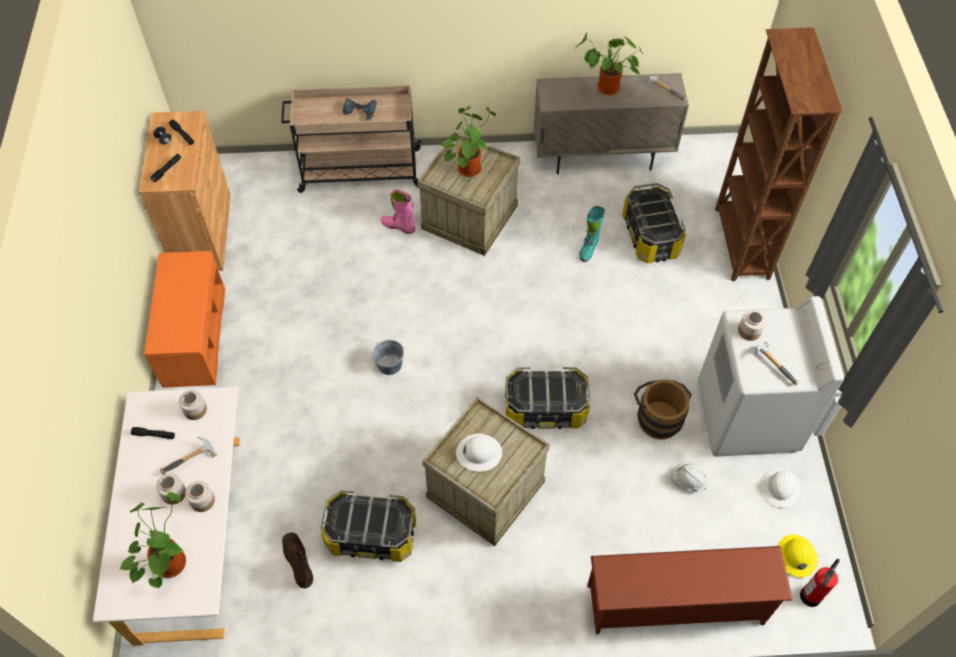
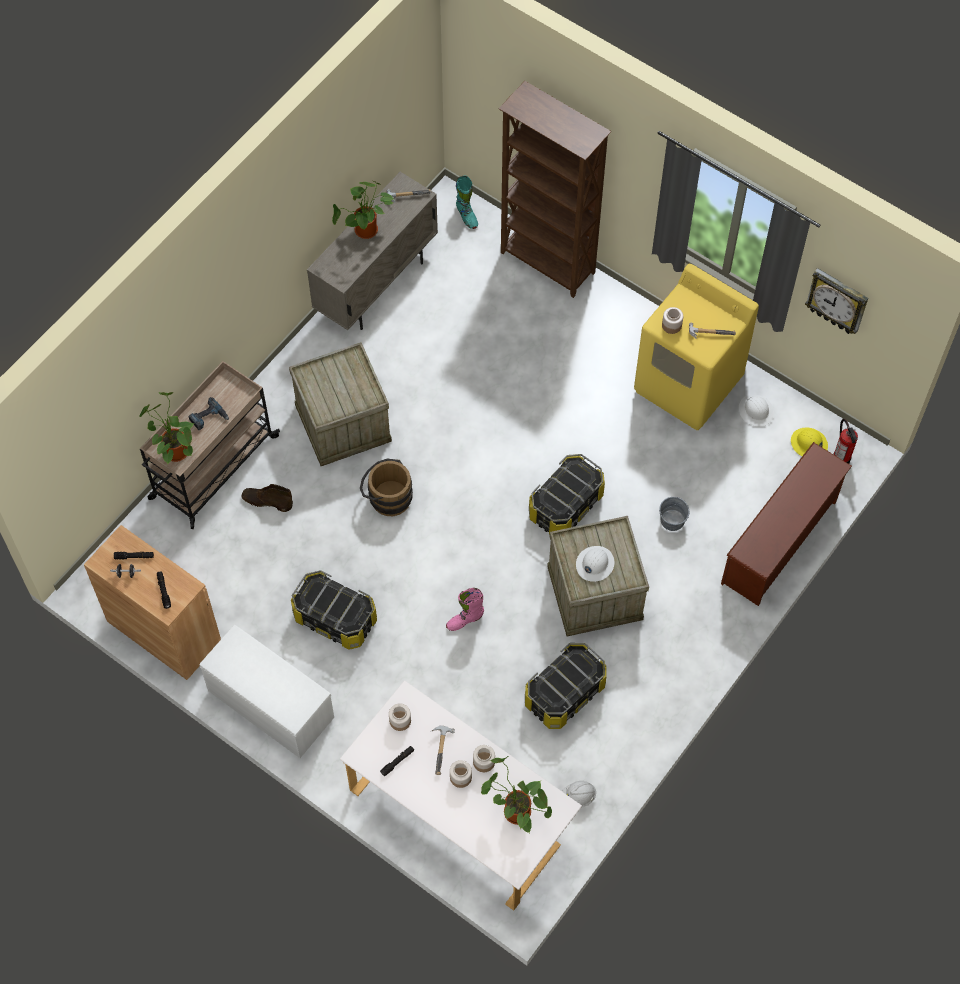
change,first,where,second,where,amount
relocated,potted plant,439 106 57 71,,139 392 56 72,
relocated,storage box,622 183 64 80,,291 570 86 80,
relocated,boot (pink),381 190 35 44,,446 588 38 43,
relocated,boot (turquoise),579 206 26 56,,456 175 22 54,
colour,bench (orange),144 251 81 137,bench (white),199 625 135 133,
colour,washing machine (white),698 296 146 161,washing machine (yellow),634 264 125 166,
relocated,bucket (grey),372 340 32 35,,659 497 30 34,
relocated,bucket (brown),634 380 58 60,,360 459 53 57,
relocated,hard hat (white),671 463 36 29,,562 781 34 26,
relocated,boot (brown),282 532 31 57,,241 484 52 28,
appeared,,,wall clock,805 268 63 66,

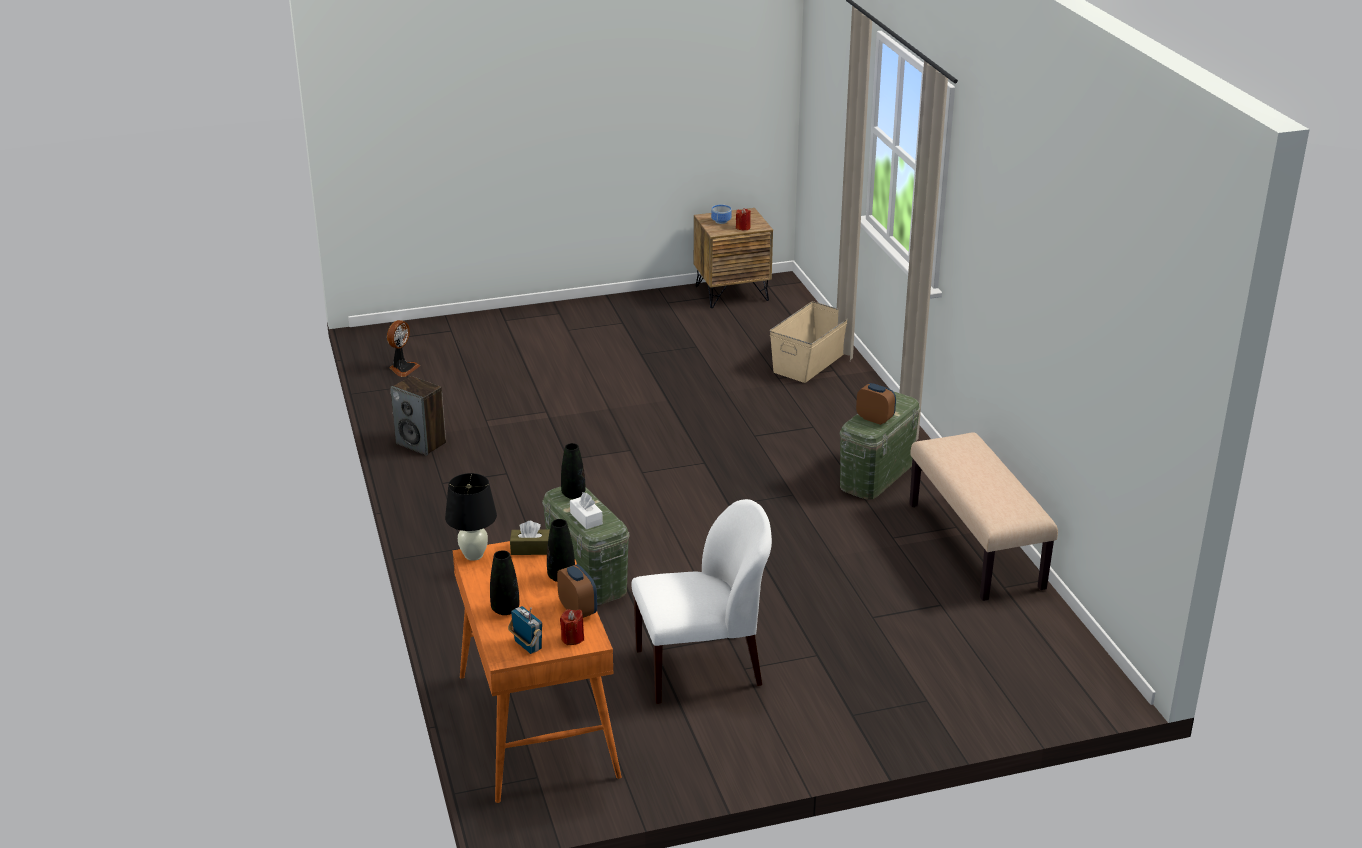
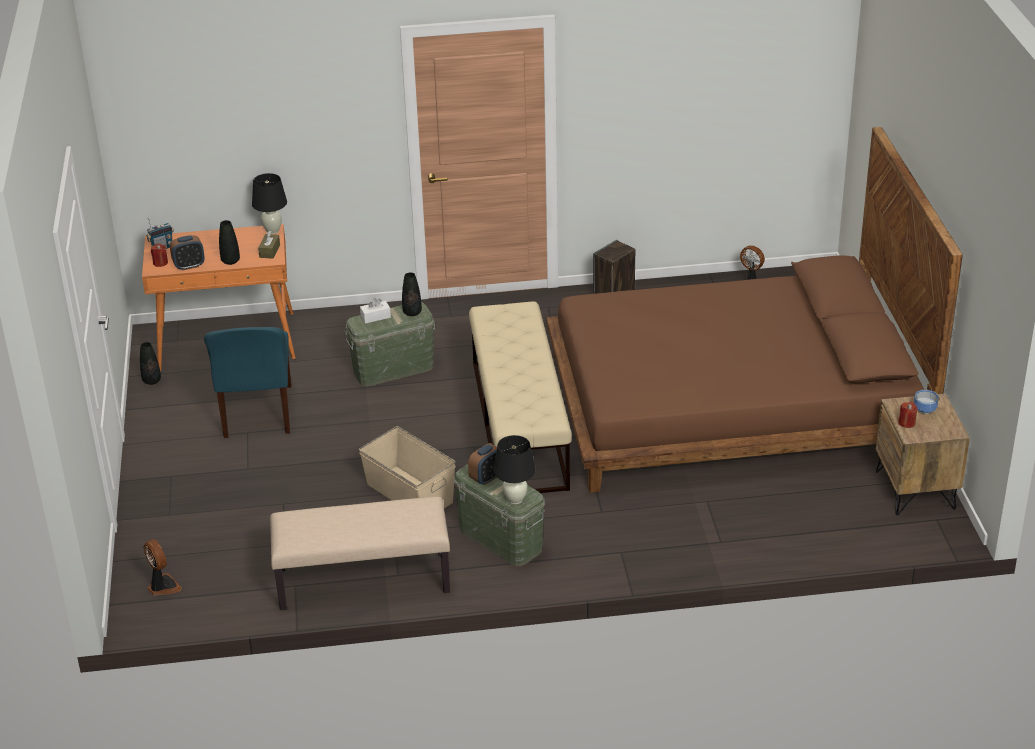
change,first,where,second,where,amount
relocated,storage box (beige),770 301 78 82,,359 426 97 82,
colour,chair (white),631 499 141 205,chair (blue),204 327 87 111,
relocated,vase (black),490 550 29 65,,140 342 21 43,
appeared,,,bed (brown),547 127 416 366,
appeared,,,bench (beige),469 302 103 191,
appeared,,,table lamp (black),494 435 41 69,
appeared,,,fan,144 539 38 57,

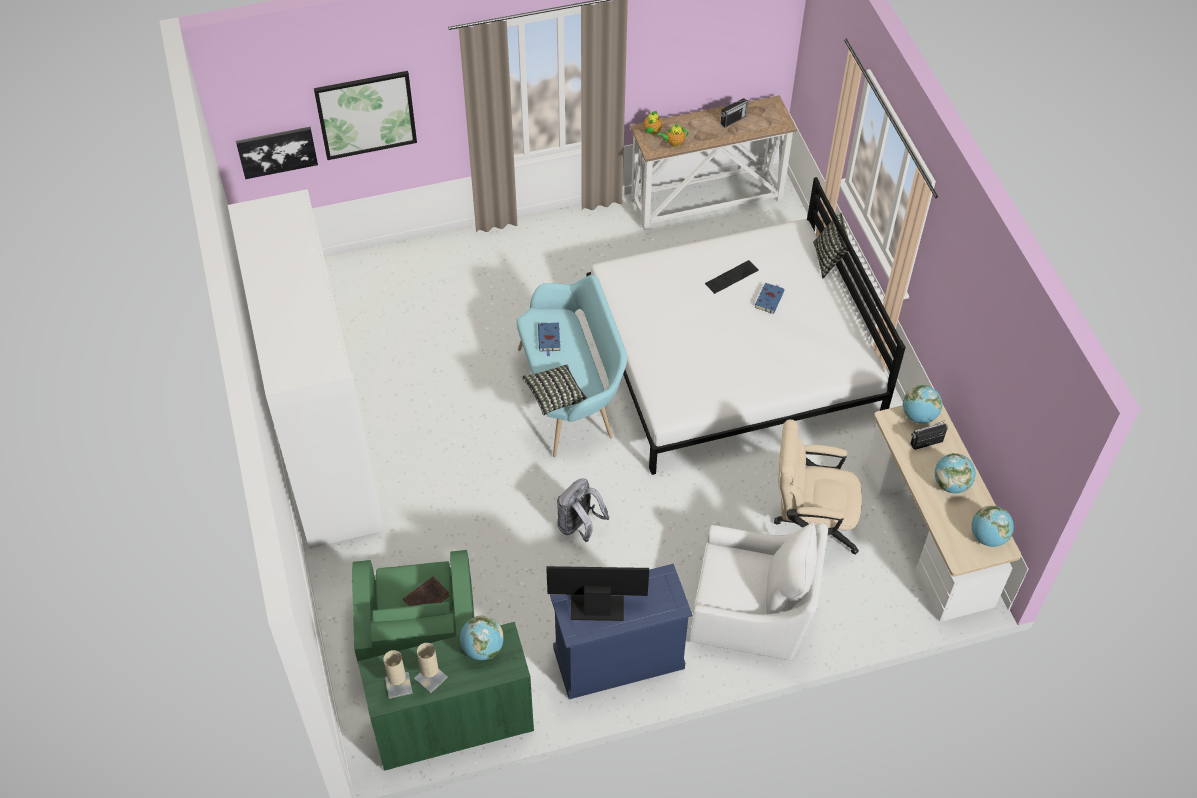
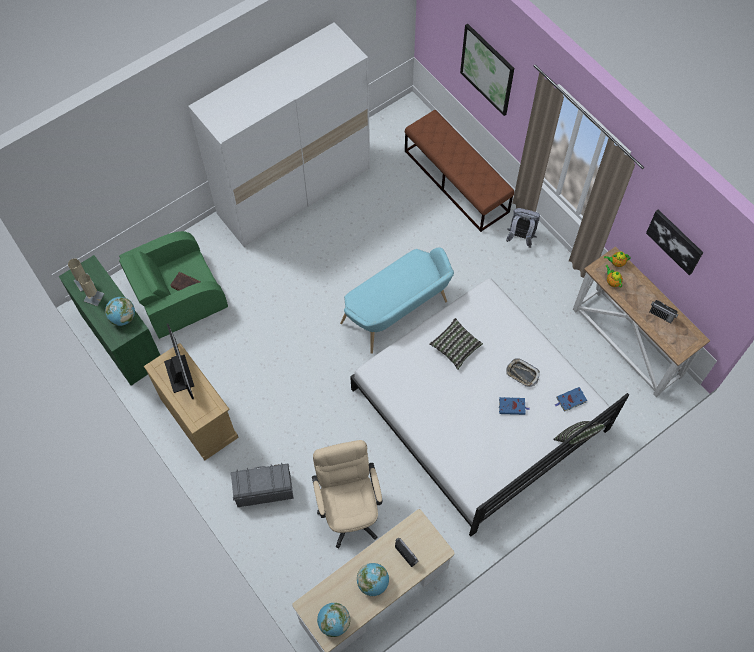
change,first,where,second,where,amount
relocated,picture,236 127 82 52,,646 209 57 66,
exchanged,keyboard,705 260 54 34,tray,506 358 34 29,
relocated,book (blue),538 323 22 34,,555 387 32 25,
relocated,pillow,522 364 65 51,,429 318 54 52,
missing,globe,903 385 39 39,,,
relocated,backpack (grey),557 478 53 64,,506 208 34 40,
exchanged,armchair (white),690 521 138 139,storage box (grey),230 463 63 44,
colour,dresser (blue),550 564 142 135,dresser (beige),144 343 95 117,
appeared,,,bench (brown),405 110 109 122,

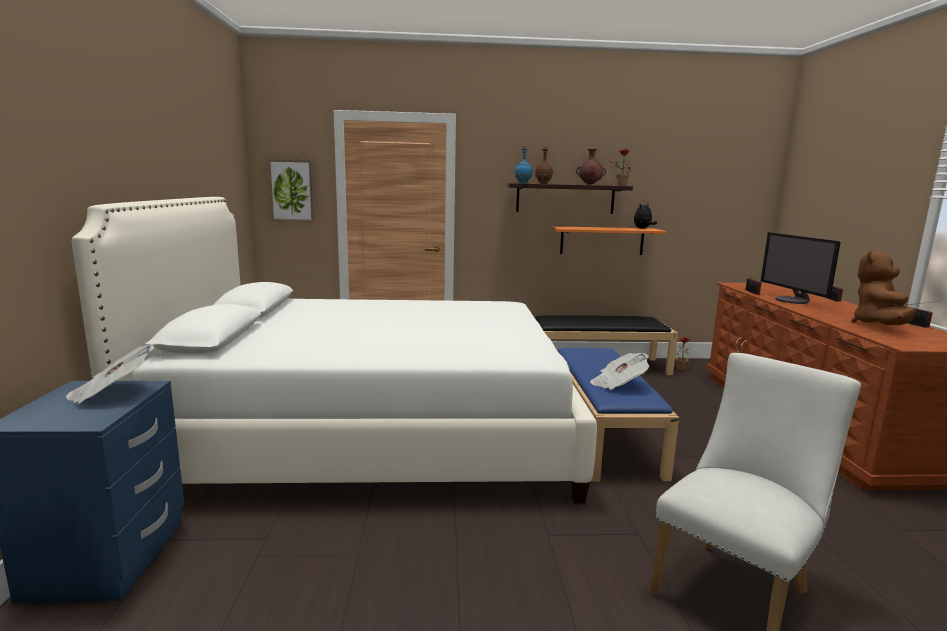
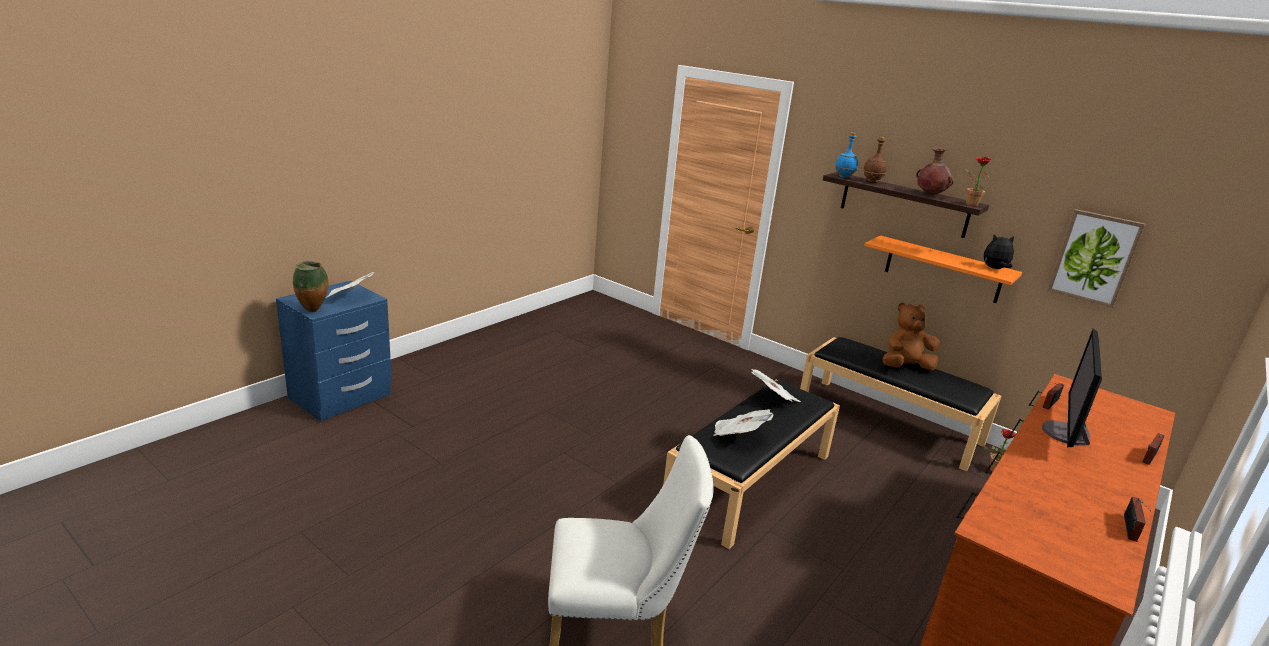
change,first,where,second,where,amount
relocated,picture,268 159 47 63,,1047 209 98 99,
missing,bed (white),72 197 525 307,,,
relocated,plush toy (brown),852 250 63 75,,883 303 57 67,
colour,bench (blue),557 348 122 134,bench (black),663 380 177 169,
appeared,,,vase,293 261 36 51,
appeared,,,newspaper,751 369 50 33,

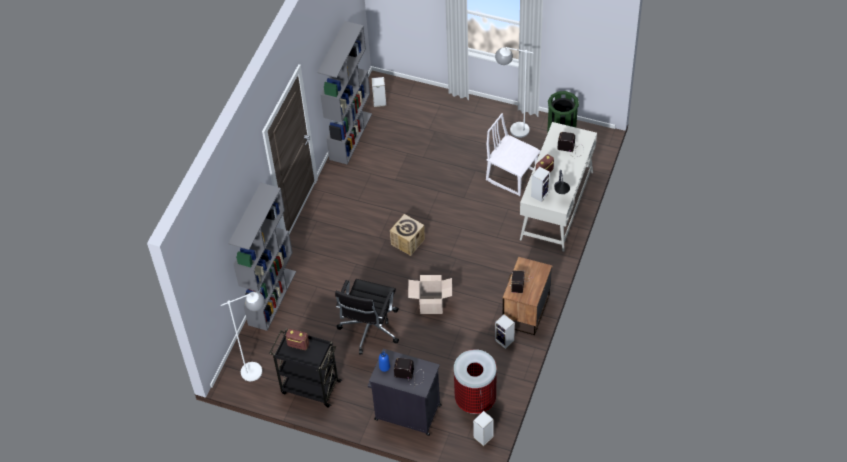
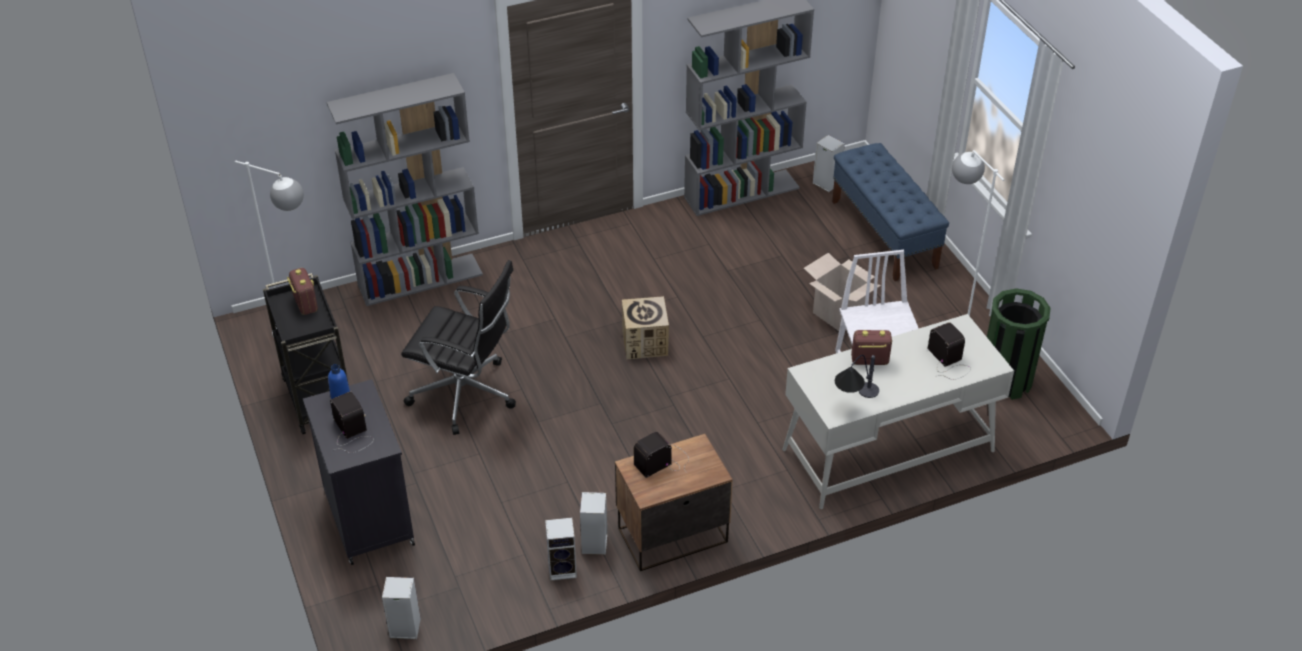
change,first,where,second,where,amount
relocated,speaker,531 166 19 36,,545 518 32 63,
relocated,cardboard box,408 275 44 39,,804 253 77 78,
spun,office chair (black),335 279 64 75,,401 260 115 175,135 degrees counterclockwise
missing,trash can,454 349 42 65,,,
appeared,,,bench (blue),832 143 117 138,

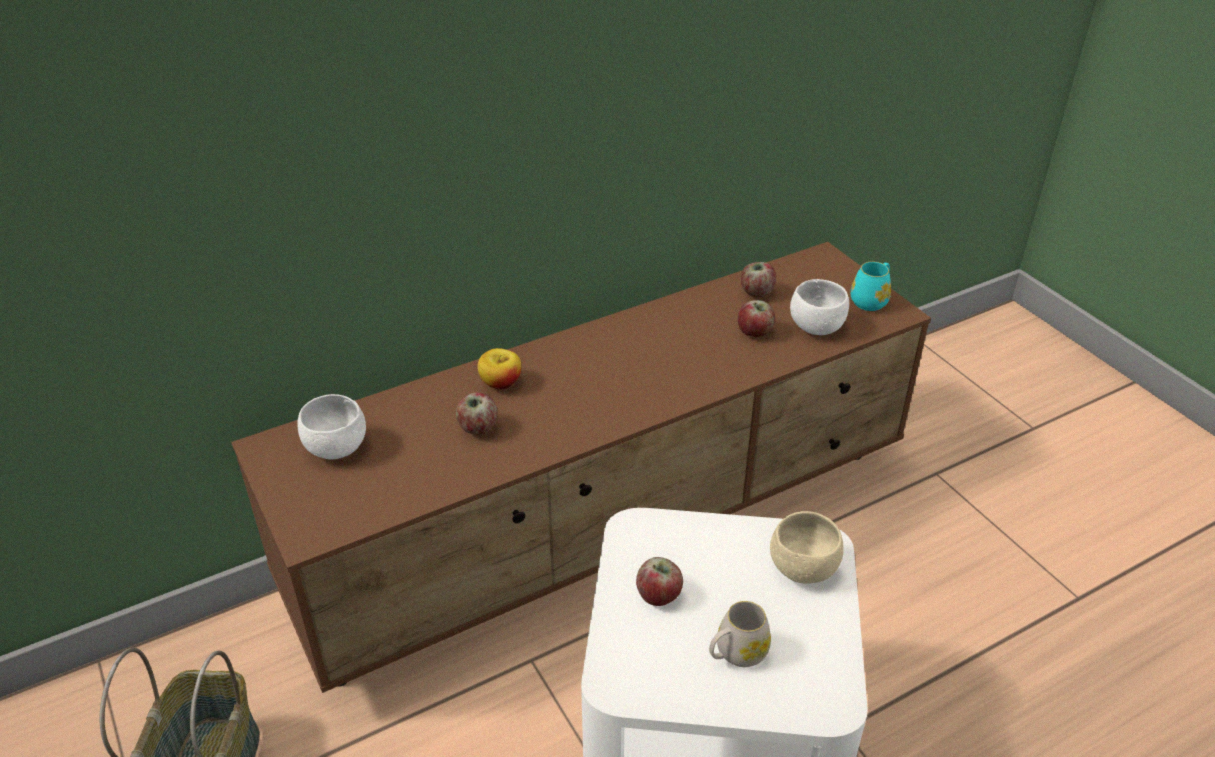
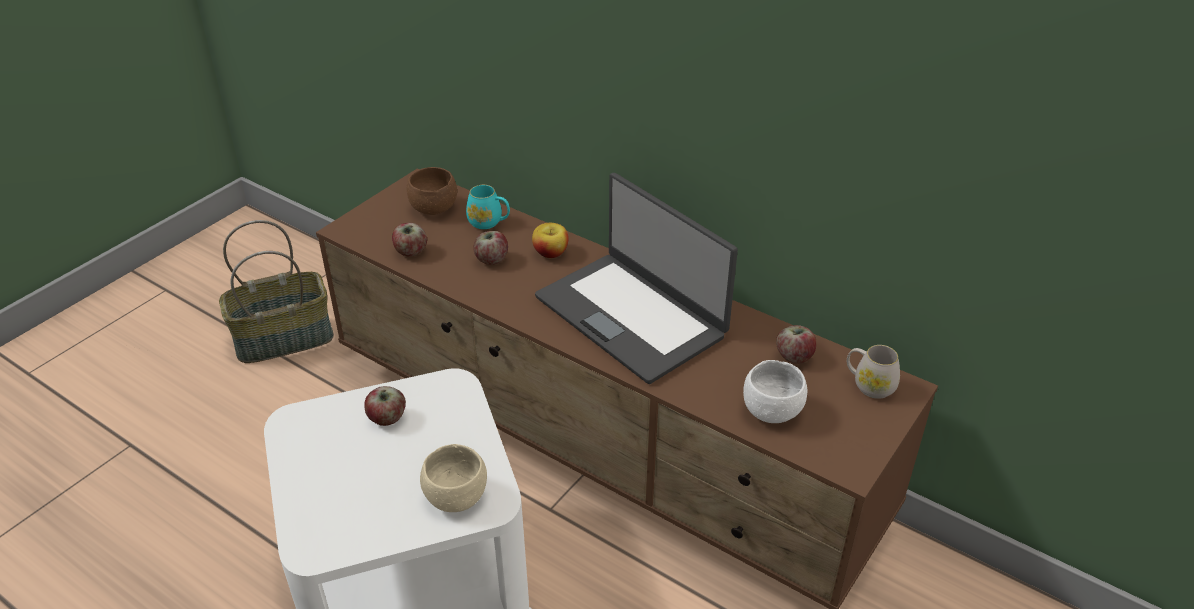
change,first,where,second,where,amount
relocated,mug (turquoise),851 261 40 50,,466 185 44 44,
relocated,apple,738 300 37 37,,392 223 35 34,
colour,bowl (white),297 394 69 66,bowl (brown),407 167 50 48,
relocated,mug (white),709 601 62 66,,847 345 53 54,
appeared,,,laptop,535 173 203 211,

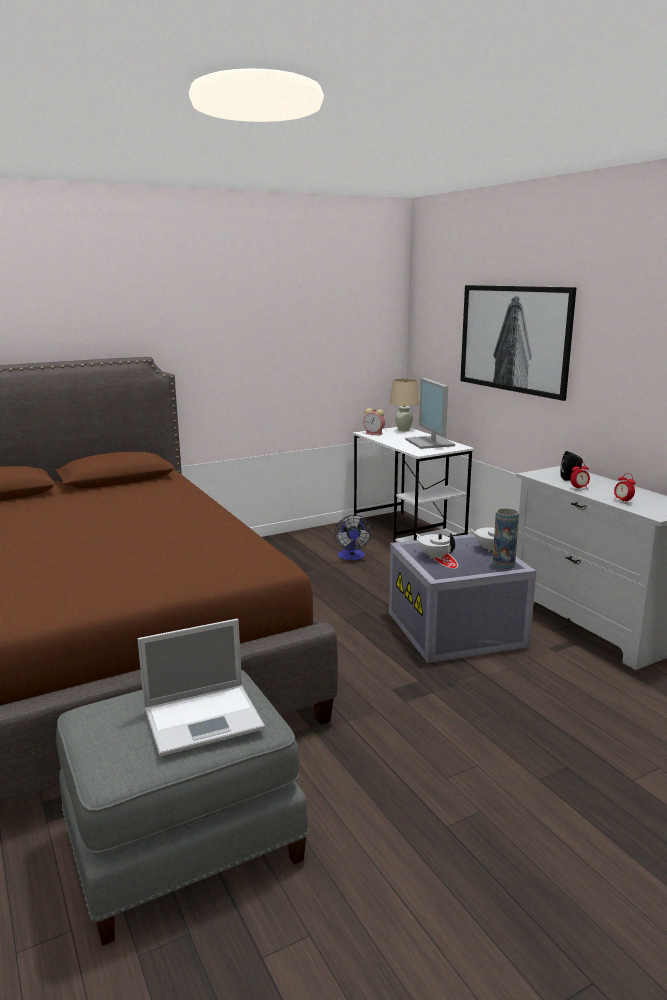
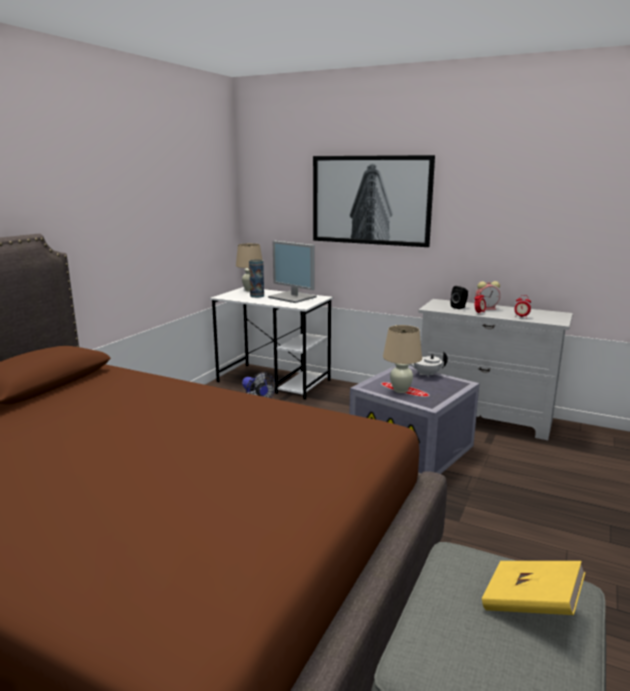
change,first,where,second,where,amount
relocated,alarm clock,363 408 22 28,,475 281 25 29,
relocated,vase,492 508 27 61,,249 259 15 39,
exchanged,teapot (white),416 533 39 26,table lamp (beige),383 325 39 68,
exchanged,laptop,138 619 127 137,book (yellow),482 561 103 54,

